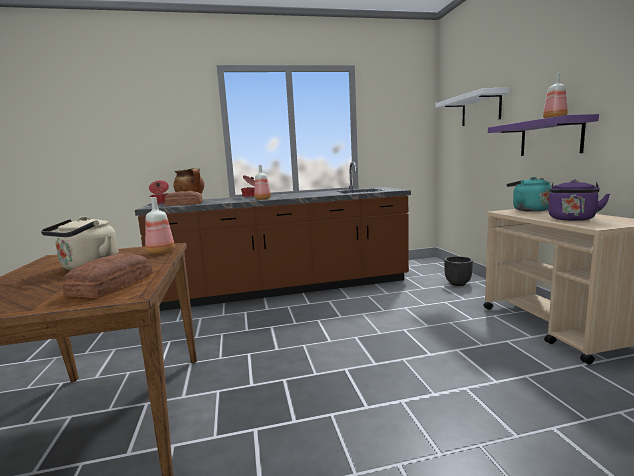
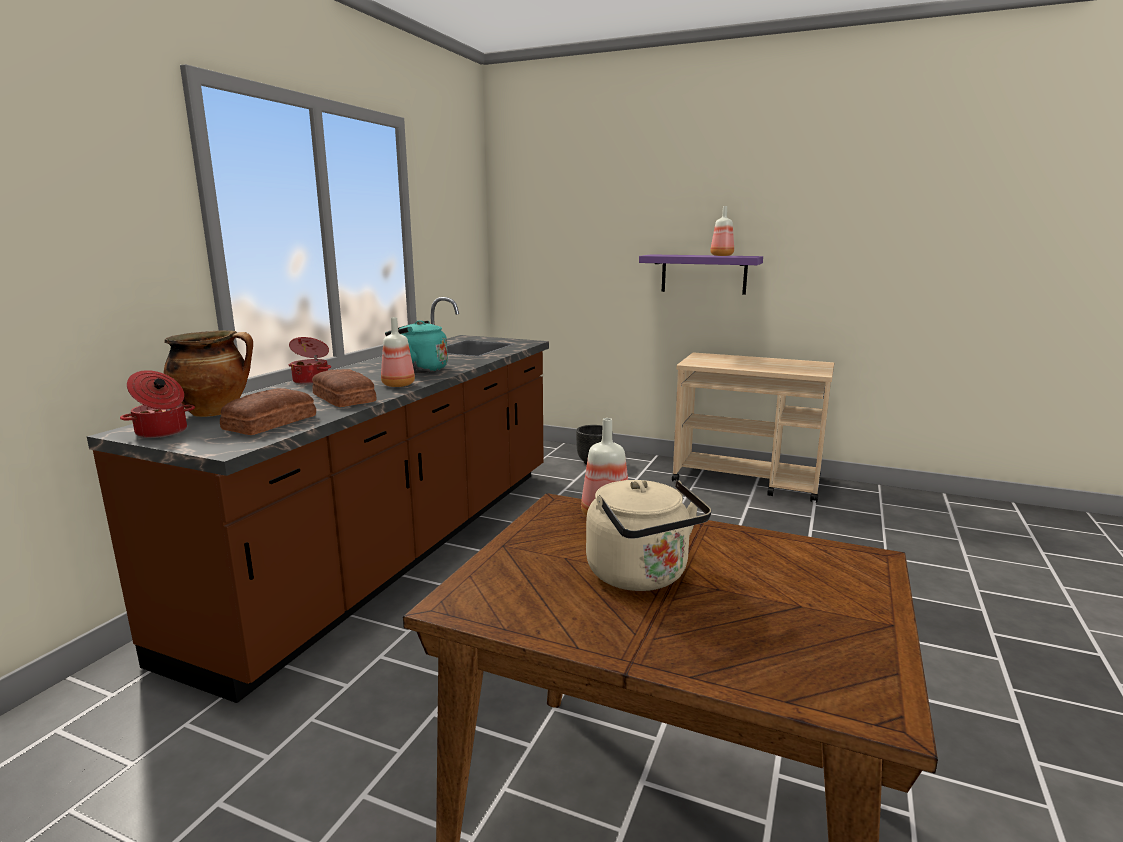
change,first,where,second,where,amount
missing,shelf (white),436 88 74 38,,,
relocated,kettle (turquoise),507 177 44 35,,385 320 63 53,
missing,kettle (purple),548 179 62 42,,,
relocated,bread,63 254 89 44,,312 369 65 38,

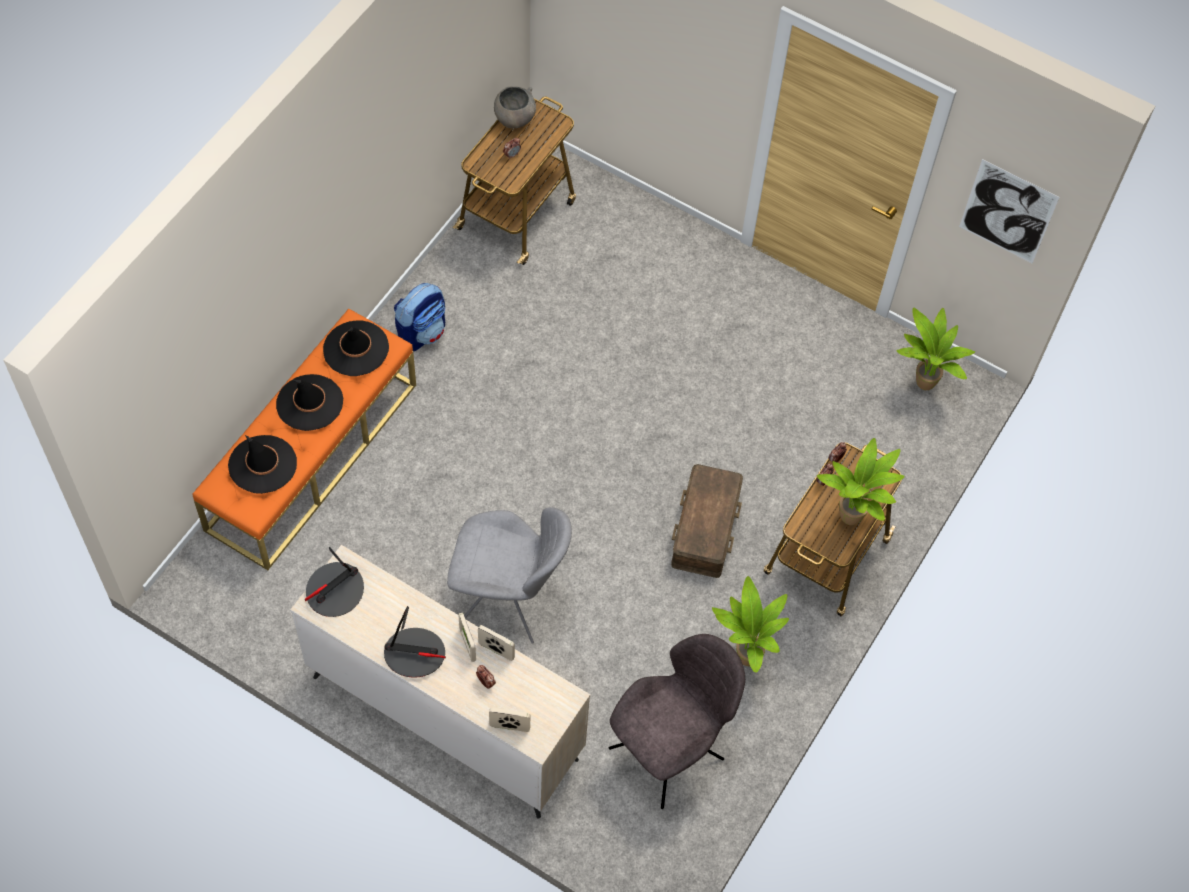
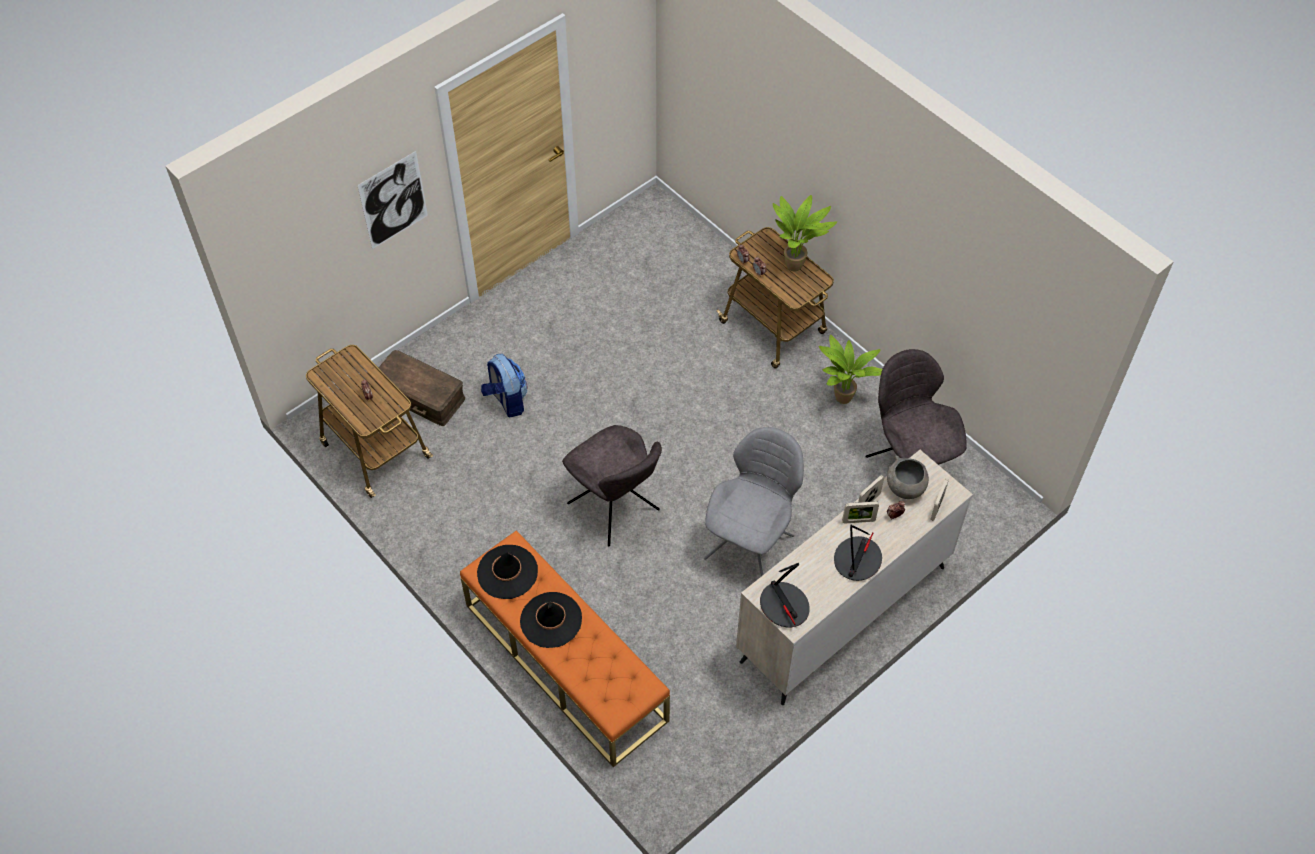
change,first,where,second,where,amount
relocated,bowl (grey),494 86 42 42,,887 456 42 43,
relocated,picture,959 159 100 104,,357 151 71 98,
relocated,backpack,394 283 51 69,,481 354 47 63,
missing,potted plant,896 308 79 82,,,
missing,hat (black),228 435 69 59,,,
relocated,storage box (brown),671 464 72 114,,376 350 89 76,
appeared,,,chair (grey),562 425 100 121,

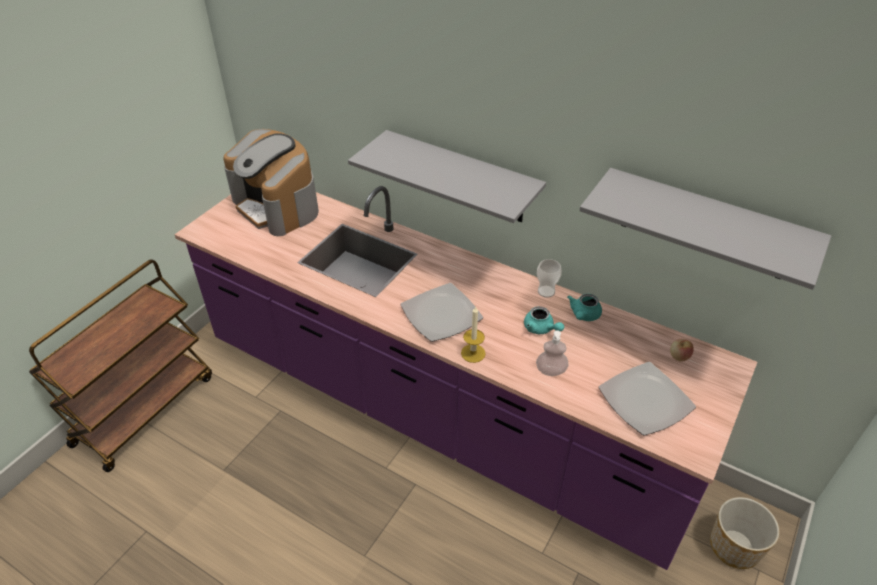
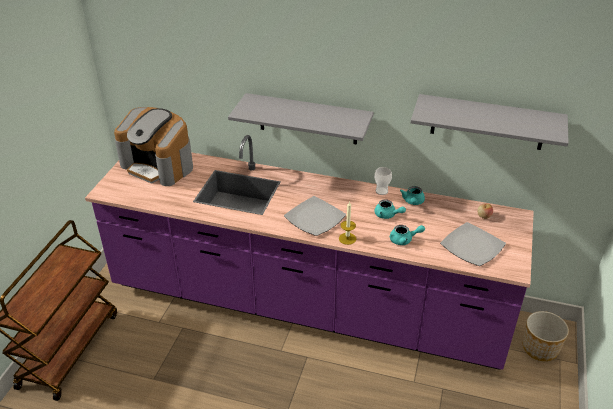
change,first,where,second,where,amount
exchanged,soap dispenser,536 330 33 46,teapot (turquoise),390 225 35 20,

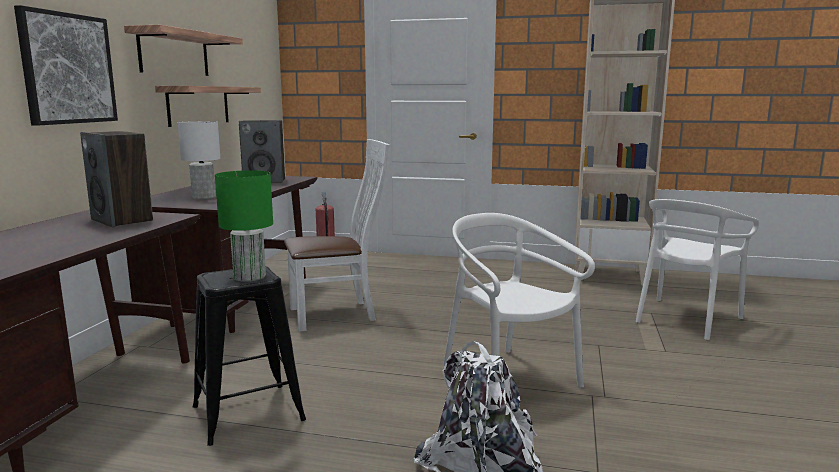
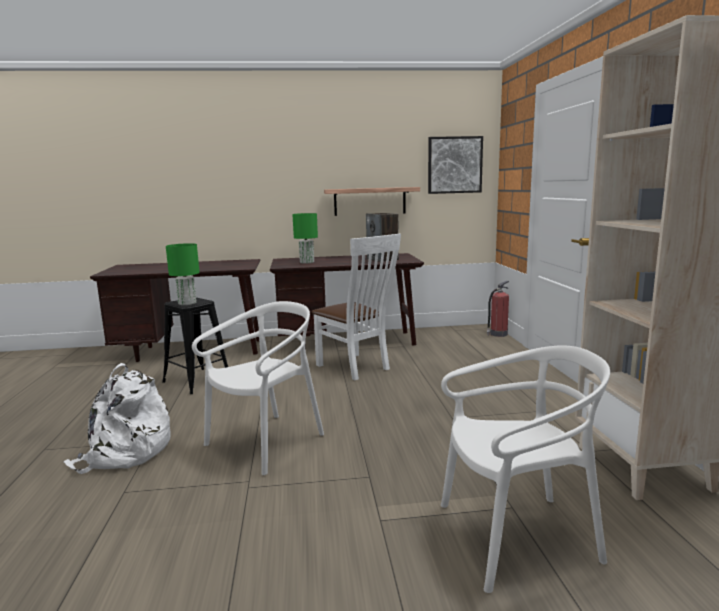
change,first,where,second,where,amount
relocated,picture,14 5 104 121,,428 136 55 58,
missing,shelf,124 25 119 51,,,
colour,table lamp (white),178 121 43 78,table lamp (green),292 213 26 50,
missing,speaker,80 131 73 96,,,
spun,chair (white),636 199 123 141,,441 346 169 247,150 degrees clockwise

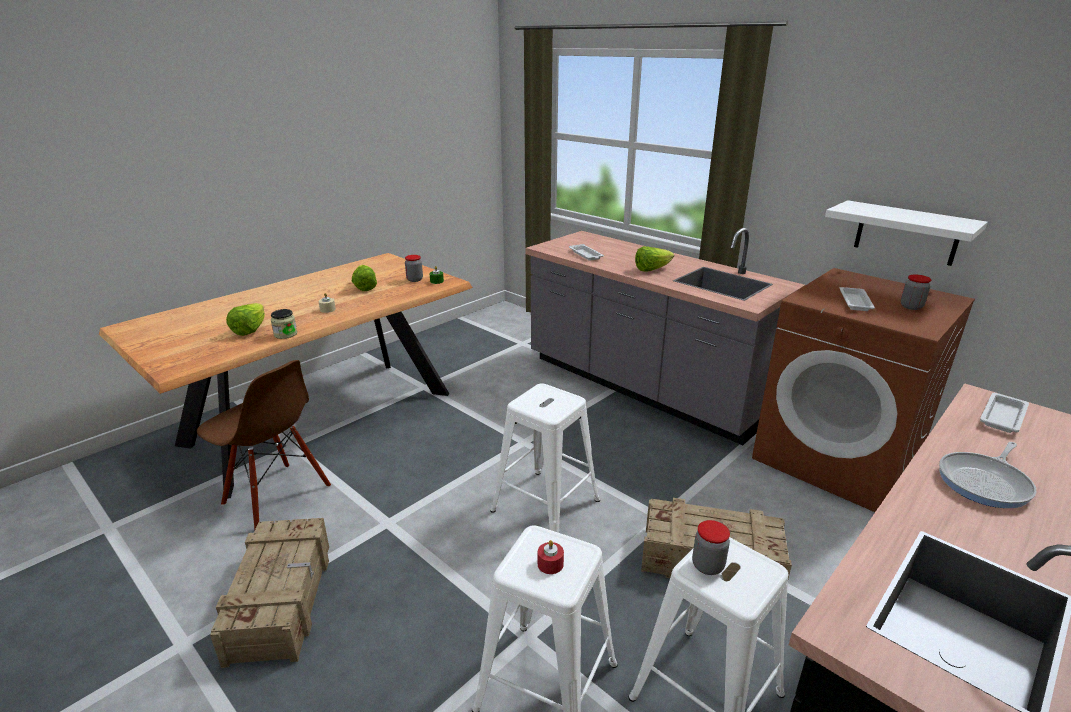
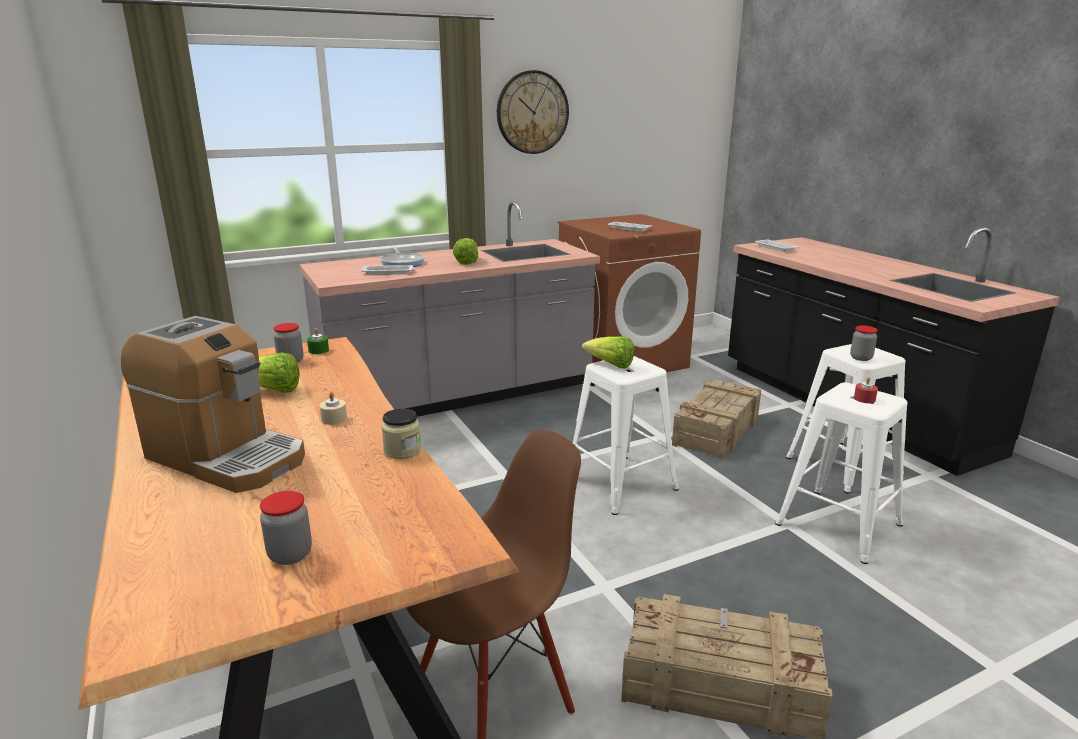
change,first,where,second,where,amount
missing,shelf (white),825 200 163 66,,,
relocated,jar,901 274 30 36,,260 491 52 74,
relocated,lettuce,226 303 39 33,,582 336 52 33,
relocated,frying pan,939 442 98 66,,380 247 45 20,
appeared,,,wall clock,497 70 72 84,
appeared,,,coffee machine,121 316 184 177,

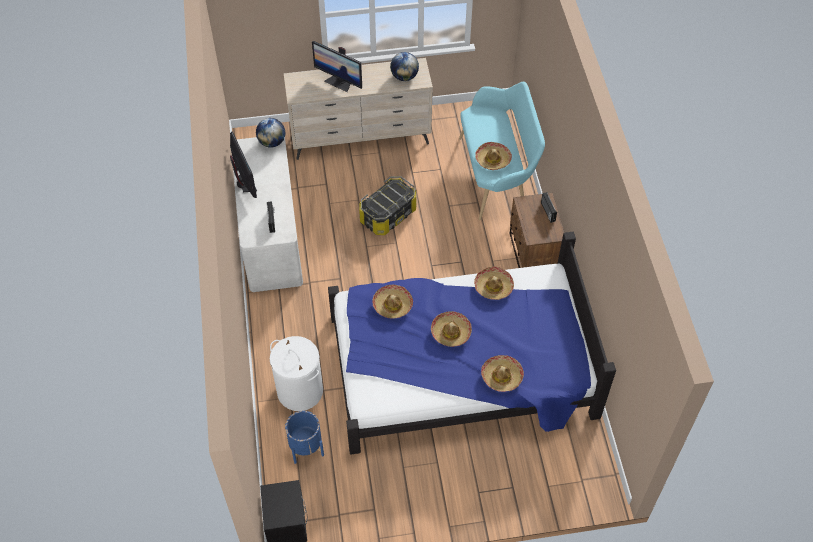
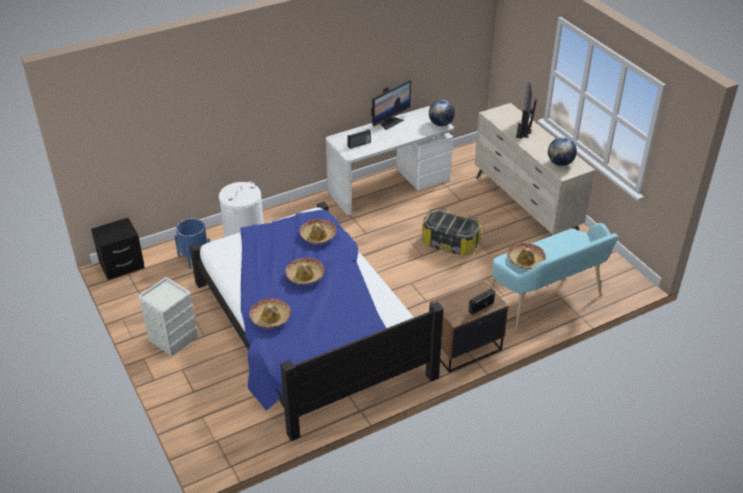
change,first,where,second,where,amount
missing,hat,474 267 40 33,,,
appeared,,,storage box (grey),138 277 60 79,

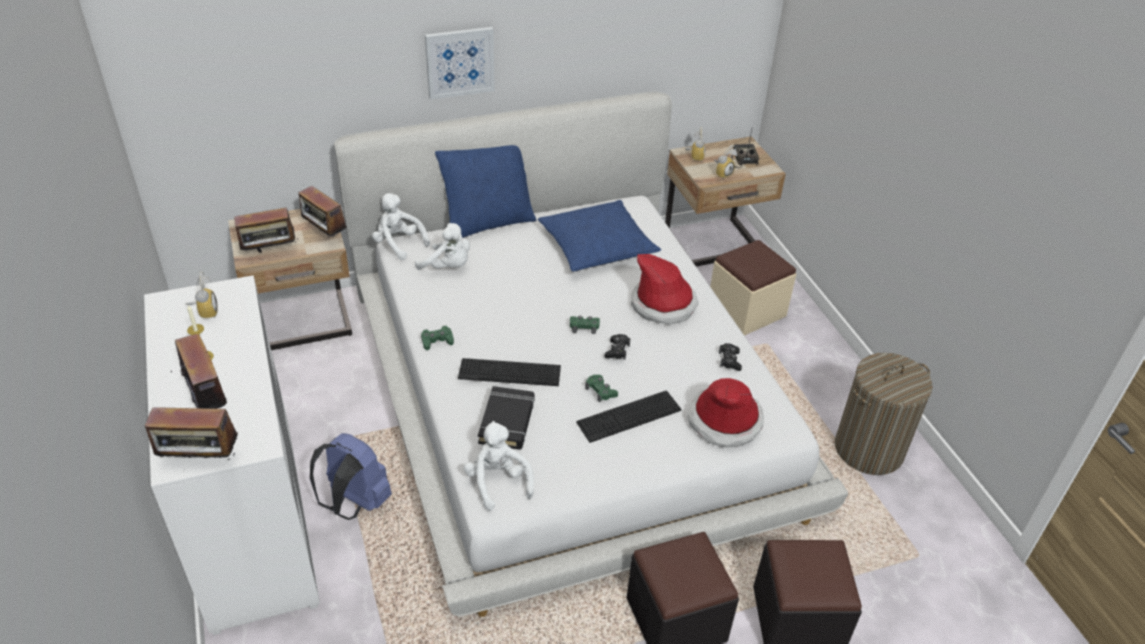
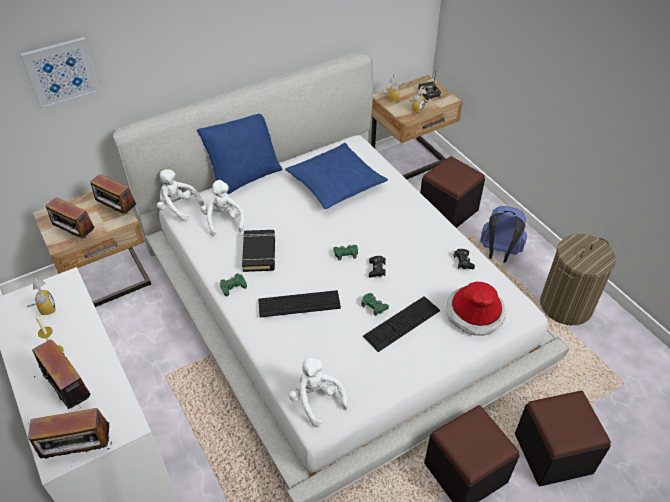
change,first,where,second,where,amount
relocated,picture,425 27 70 73,,20 37 81 73,
spun,radio,234 207 64 46,,46 197 49 43,60 degrees clockwise
spun,plush toy (white),415 223 55 47,,201 180 43 56,120 degrees counterclockwise
colour,ottoman (beige),710 240 86 96,ottoman (black),420 156 65 72,
missing,hat,631 254 68 71,,,
relocated,book (black),478 386 56 64,,242 230 34 42,
relocated,backpack (blue),310 433 82 87,,480 206 47 56,

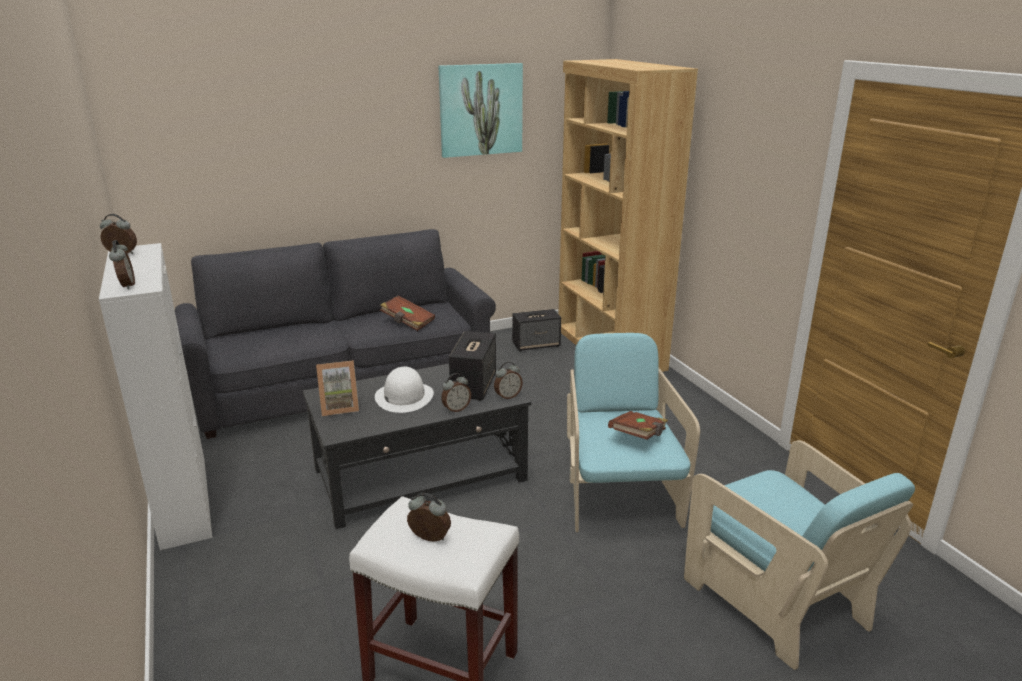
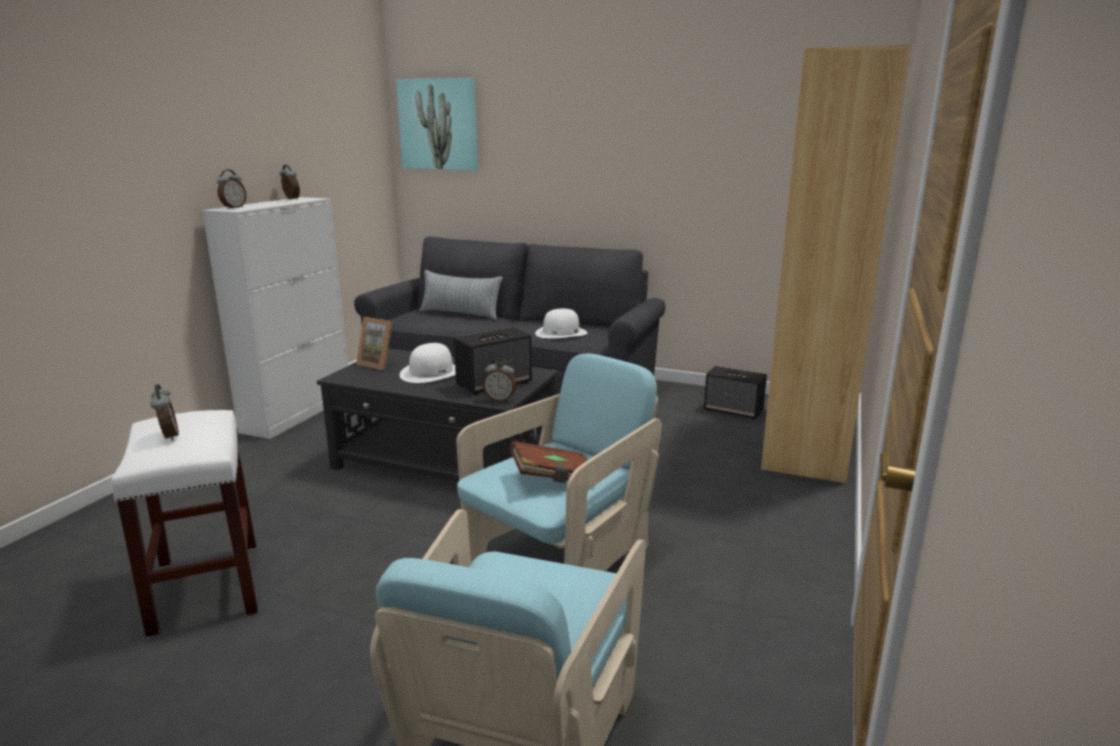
change,first,where,second,where,amount
relocated,picture,438 63 85 95,,396 78 82 92,
exchanged,book (brown),380 296 55 35,hat (white),535 308 52 30,
missing,alarm clock,441 373 30 40,,,
appeared,,,pillow,420 270 83 50,

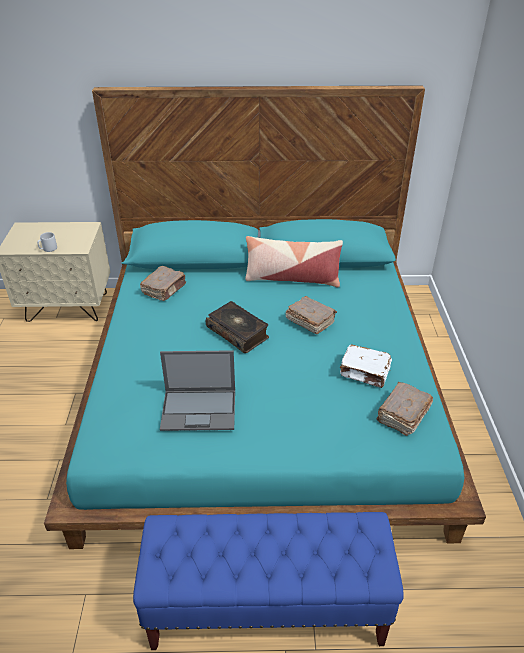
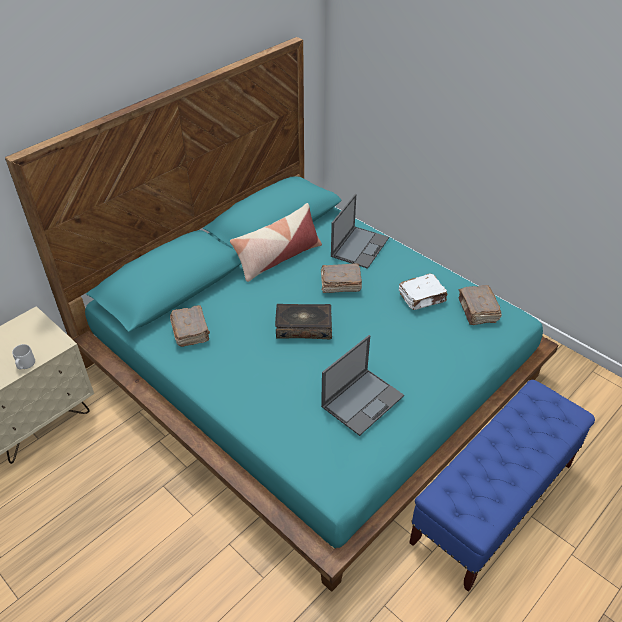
change,first,where,second,where,amount
appeared,,,laptop,331 194 58 75,

